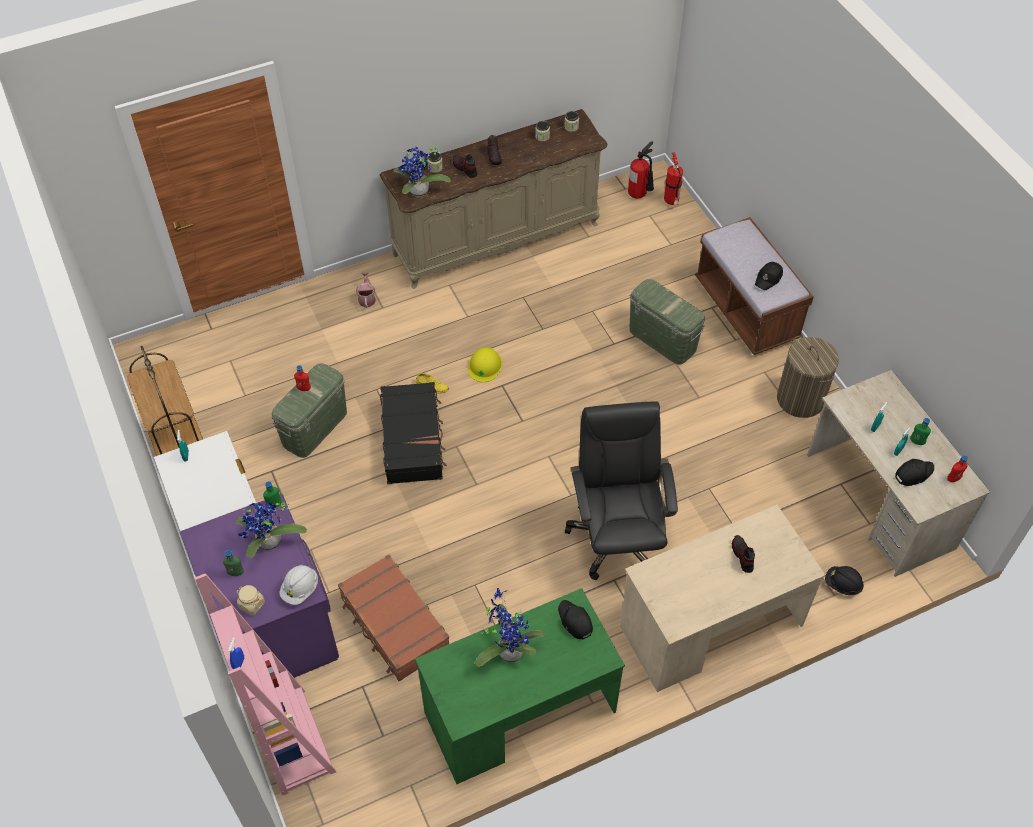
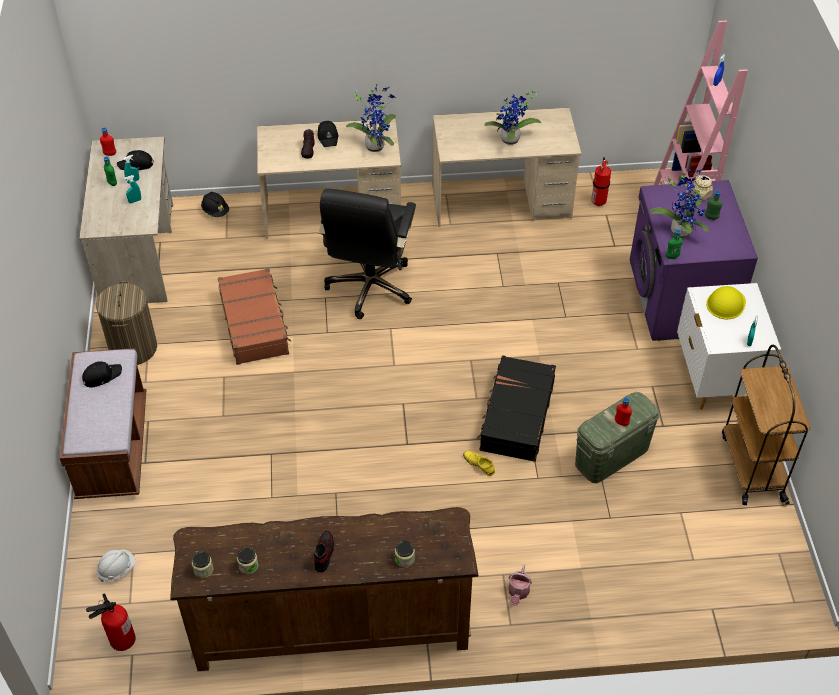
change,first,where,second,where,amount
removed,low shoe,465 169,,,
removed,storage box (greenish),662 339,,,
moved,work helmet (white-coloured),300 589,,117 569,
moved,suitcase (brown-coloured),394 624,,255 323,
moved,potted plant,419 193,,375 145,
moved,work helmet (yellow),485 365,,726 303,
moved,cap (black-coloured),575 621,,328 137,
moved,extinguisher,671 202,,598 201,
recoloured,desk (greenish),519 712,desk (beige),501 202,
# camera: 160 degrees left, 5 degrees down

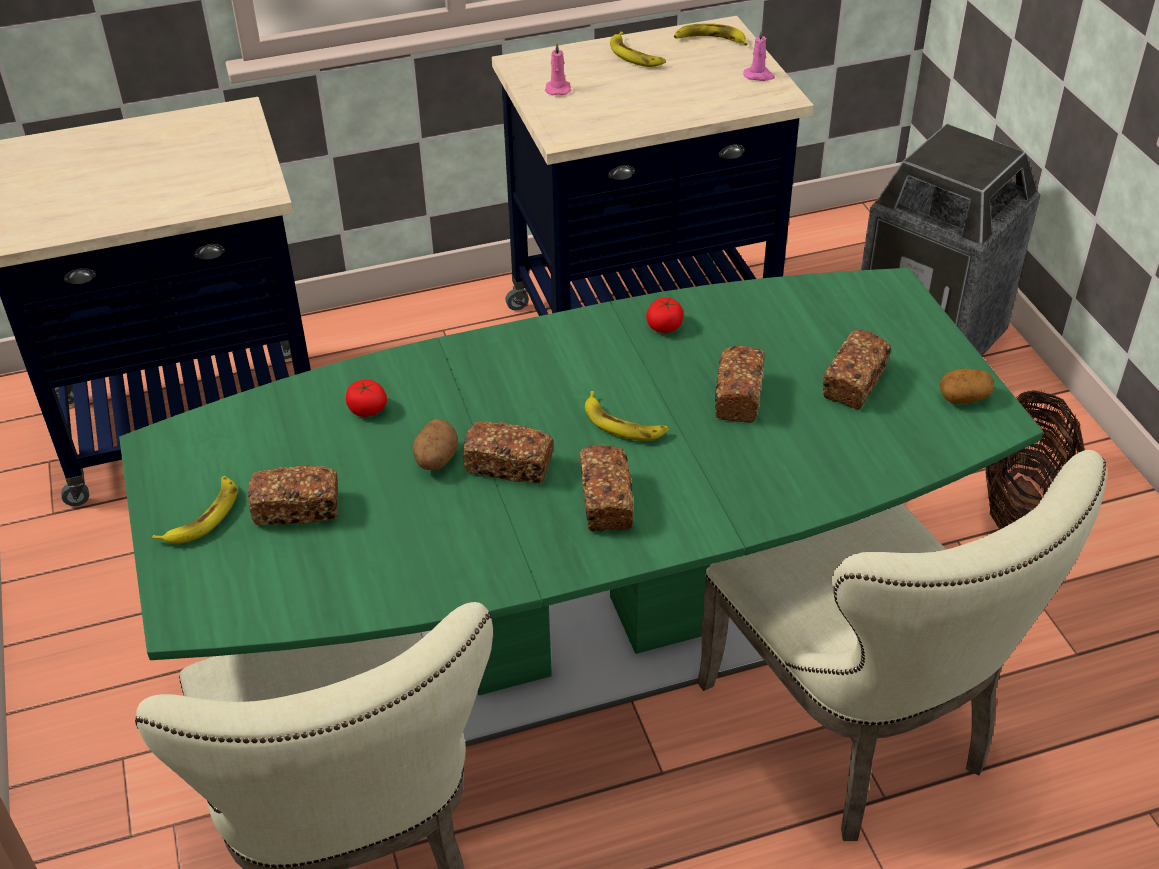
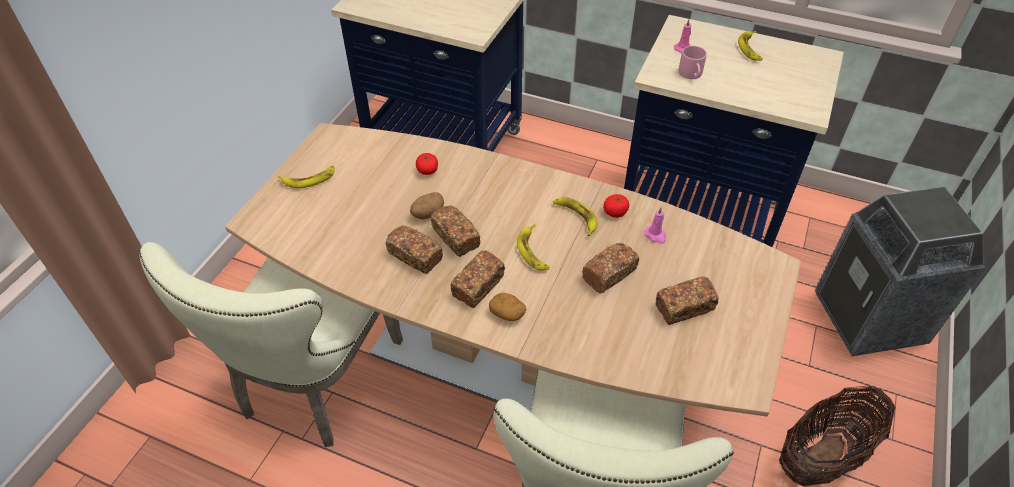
change,first,where,second,where,amount
added,,,coffee mug (pink),692 74,
moved,bakery bread,297 509,,415 256,
moved,banana,710 40,,576 217,
moved,candle (pink),759 76,,655 235,
moved,spud,964 396,,507 313,
recoloured,dining table (greenish),581 639,dining table (brown-coloured),506 355,
# camera: 40 degrees right, 5 degrees up

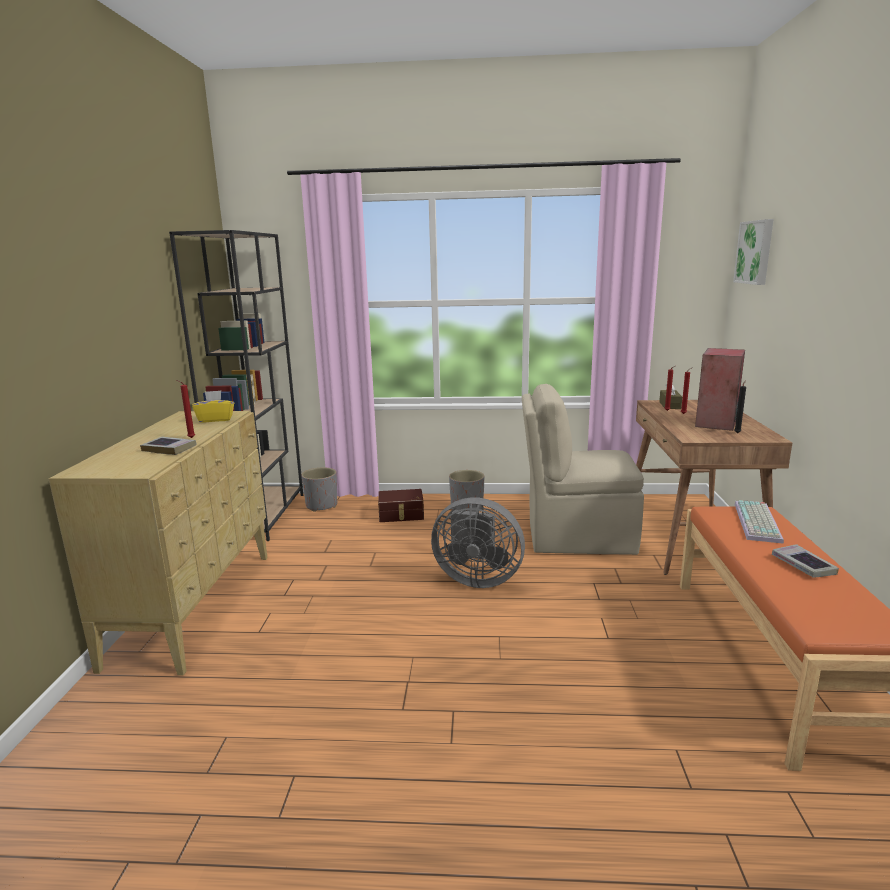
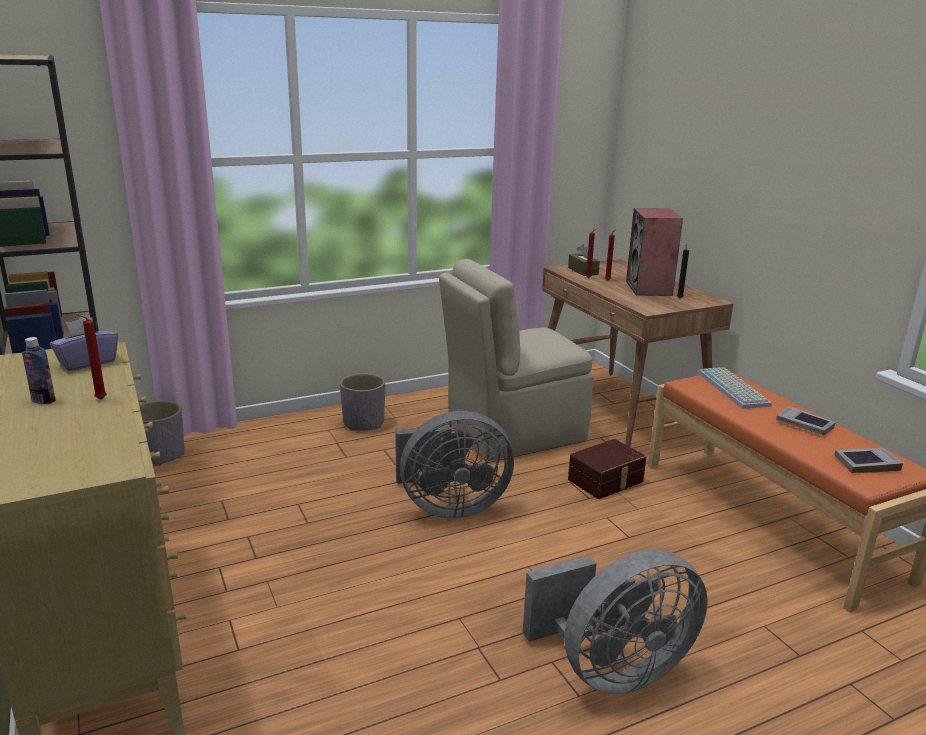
change,first,where,second,where,amount
removed,wall art,755 252,,,
added,,,bottle,43 400,
added,,,electric fan (greyish),612 671,
moved,bound book,169 449,,866 464,
moved,storage box (brown-coloured),401 515,,607 481,
recoloured,box of tissues (yellow),216 419,box of tissues (purple),87 362,
# camera: 30 degrees left, 5 degrees up

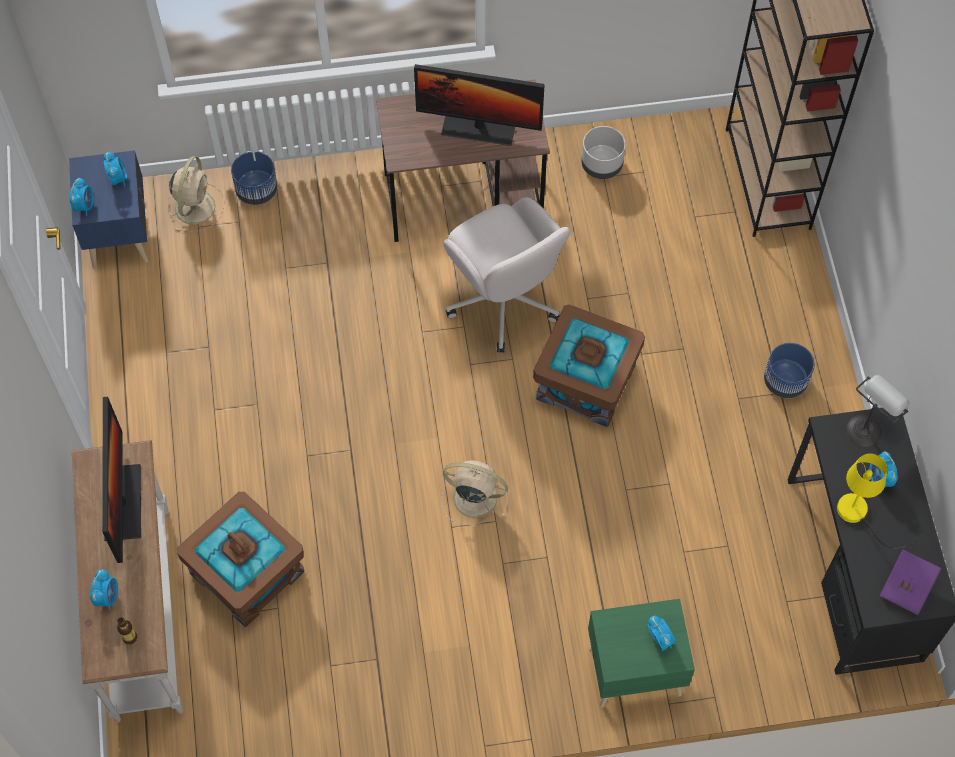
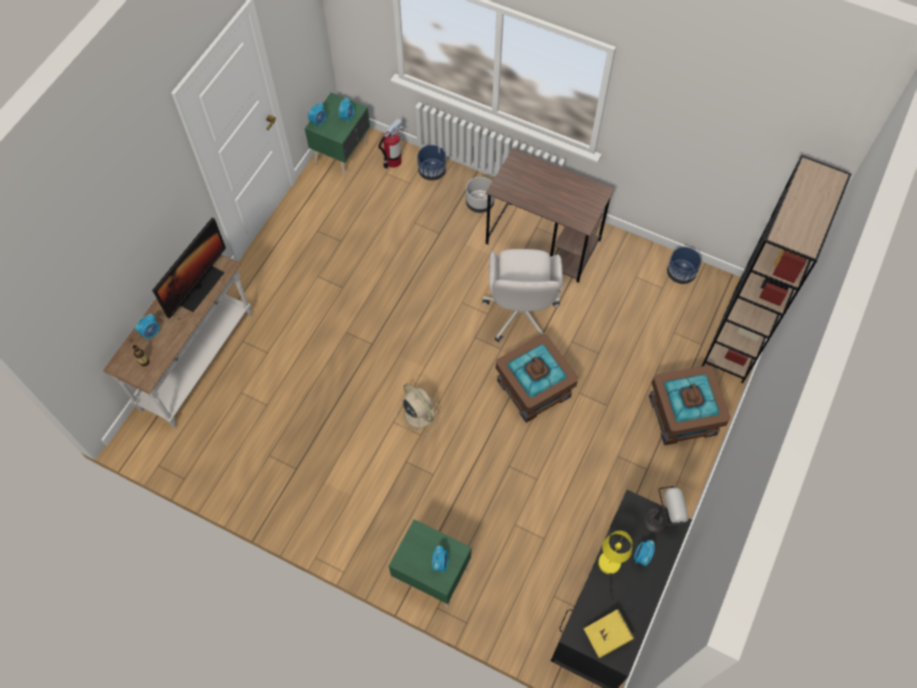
change,first,where,second,where,amount
removed,computer display,479 127,,,
moved,storage box (brown-coloured),248 572,,683 415,
moved,plant pot (greyish),602 165,,480 203,
moved,plant pot (blue),785 381,,681 273,
replaced,electric fan (beige),195 205,extinguisher,393 161,
recoloured,bedside table (blue),120 233,bedside table (greenish),343 153,
recoloured,bound book (purple),907 587,bound book (yellow),607 635,
# camera: 35 degrees right, 0 degrees up

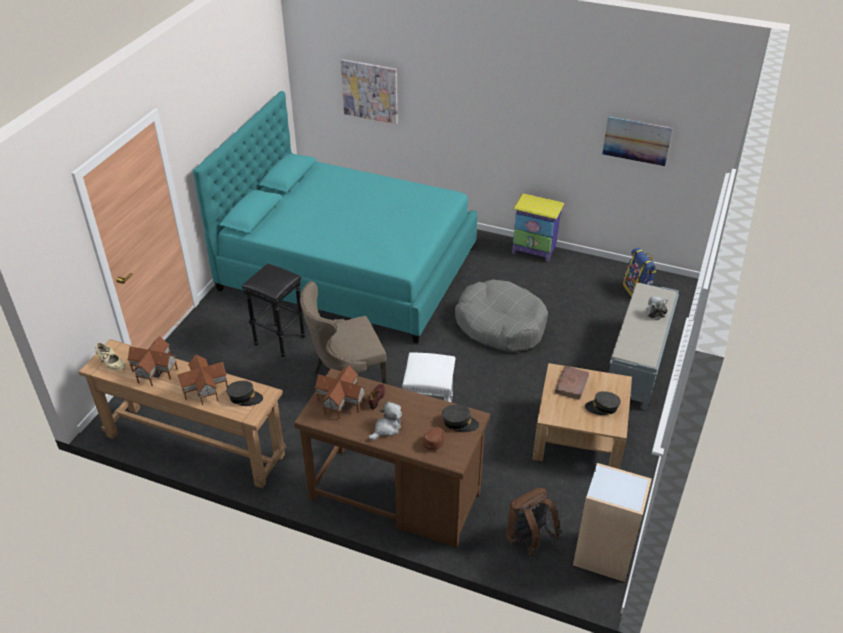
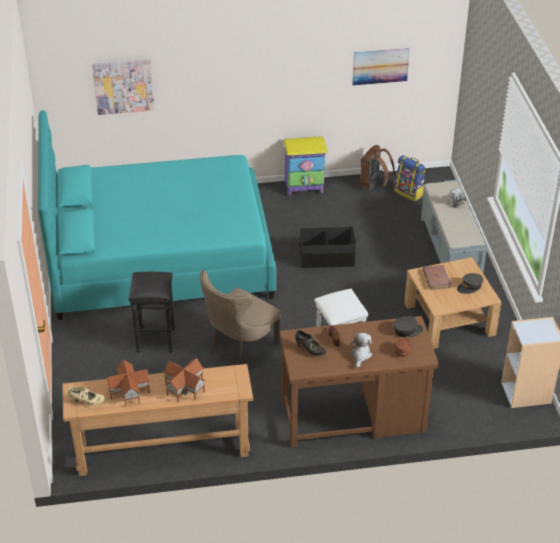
change,first,where,second,where,amount
removed,cap (greyish),245 397,,,
moved,rucksack (brown-coloured),528 540,,374 186,
replaced,toy house,341 400,low shoe (black-coloured),310 350,
replaced,pet bed (greyish),500 325,storage box (black-coloured),327 258,
# camera: 30 degrees left, 0 degrees up

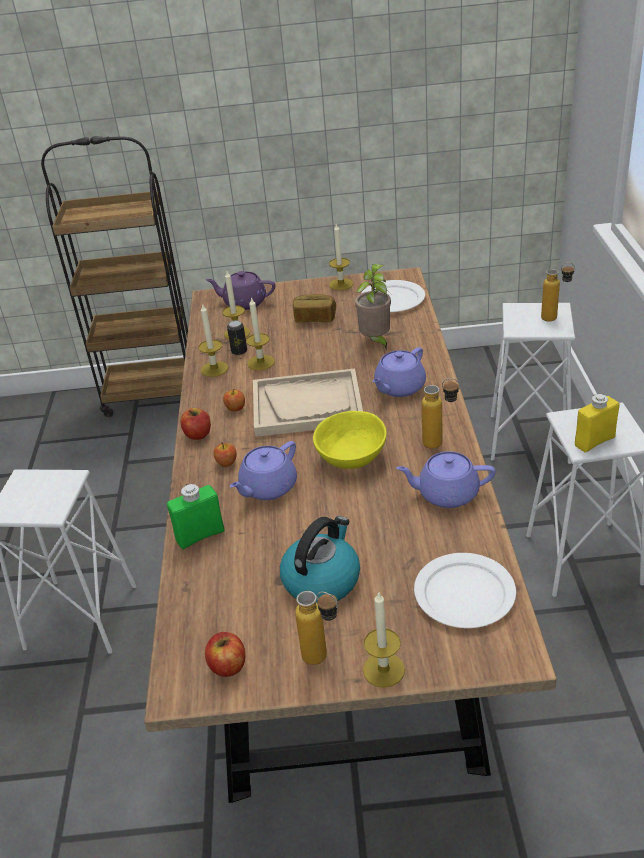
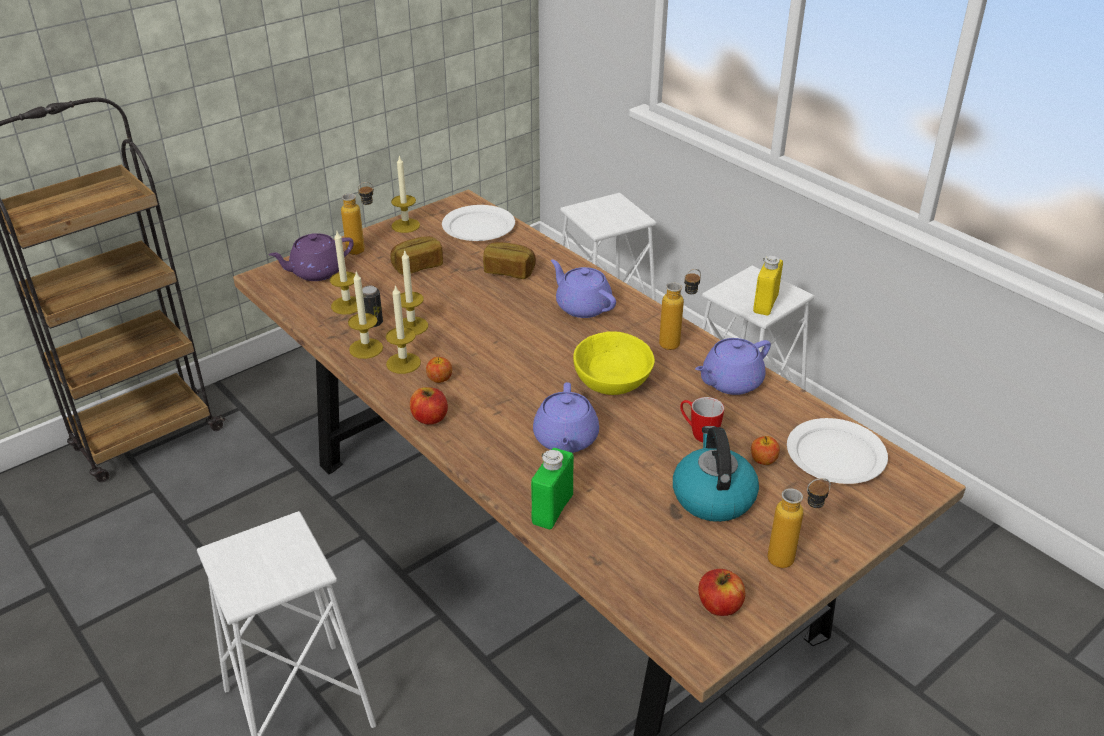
change,first,where,second,where,amount
removed,tray (beige),307 405,,,
added,,,coffee mug,698 433,
moved,apple fruit,226 463,,763 460,
moved,candle,383 670,,403 363,
moved,bottle,555 319,,363 250,
replaced,potted plant,375 341,bakery bread,509 271,
turned,pot for tea (purple),399 388,,582 306,135 degrees clockwise
# camera: 40 degrees left, 0 degrees up

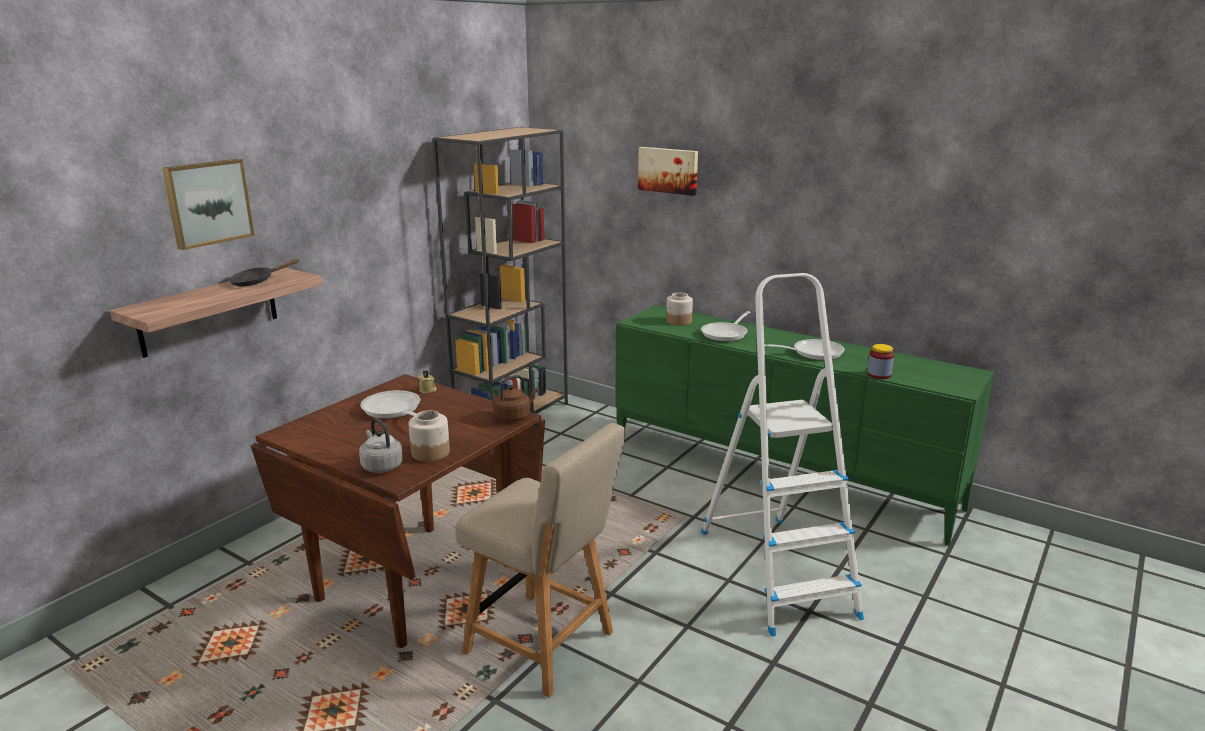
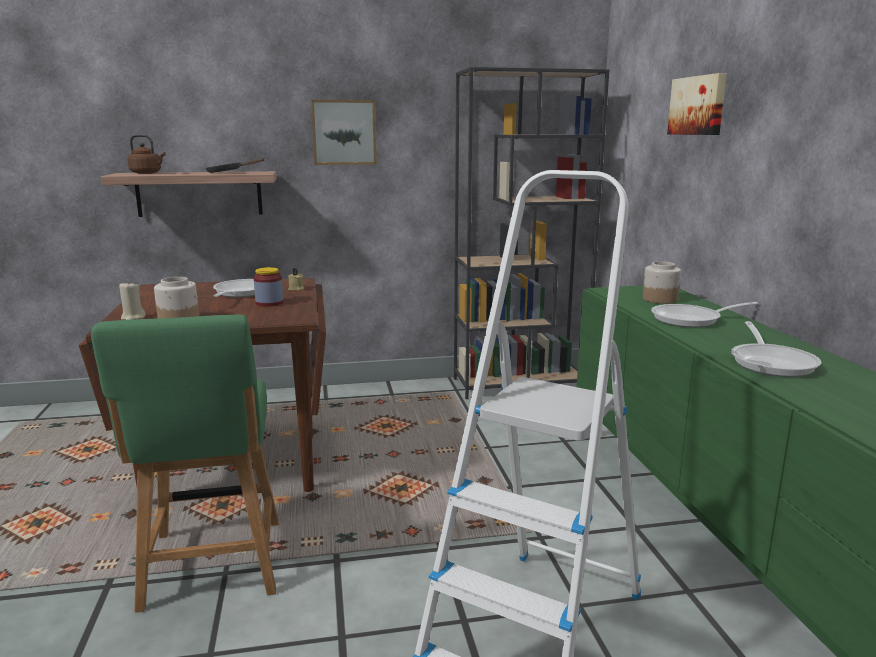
change,first,where,second,where,amount
moved,wall art,207 202,,344 132,
moved,tea kettle (brown-coloured),514 417,,147 173,
moved,jar,879 375,,269 303,
replaced,tea kettle (greyish),381 466,candle (beige),133 317,
recoloured,plain chair (beige),545 645,plain chair (greenish),213 568,
turned,pan,813 353,,771 362,60 degrees clockwise
# camera: 45 degrees right, 5 degrees down

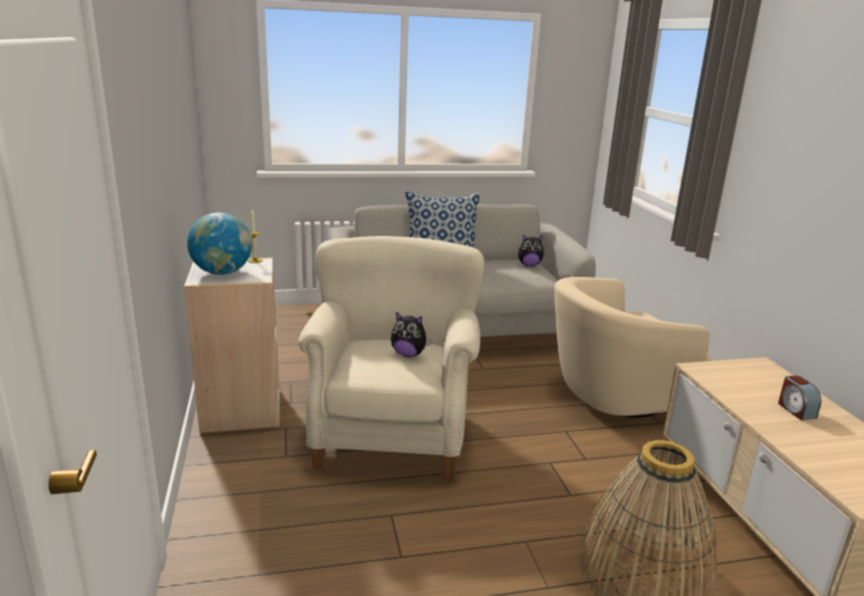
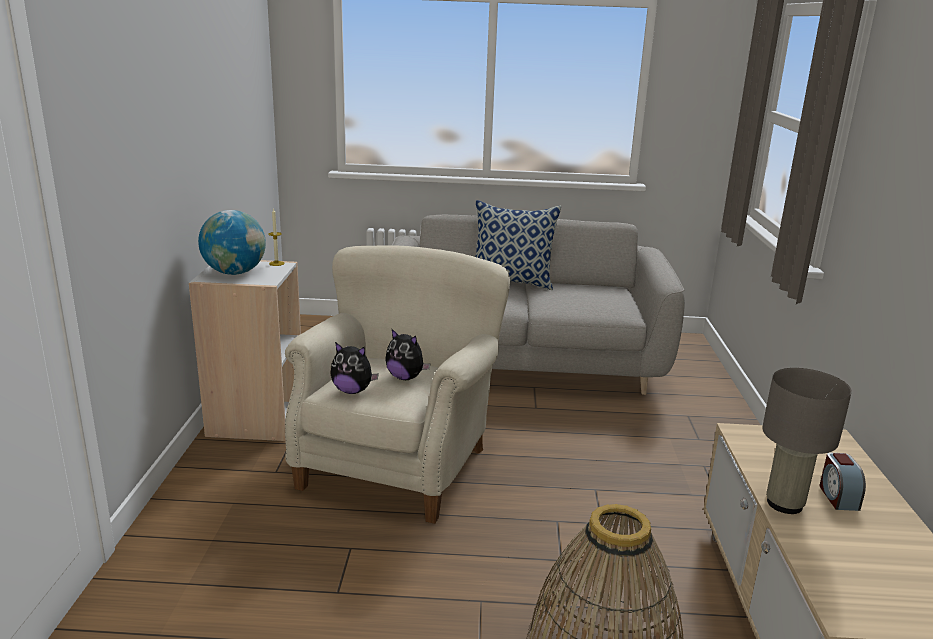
change,first,where,second,where,amount
removed,easy chair (beige),614 396,,,
added,,,lamp for a table (greyish),783 504,
moved,soft toy,529 265,,352 391,
# camera: 15 degrees right, 0 degrees up

